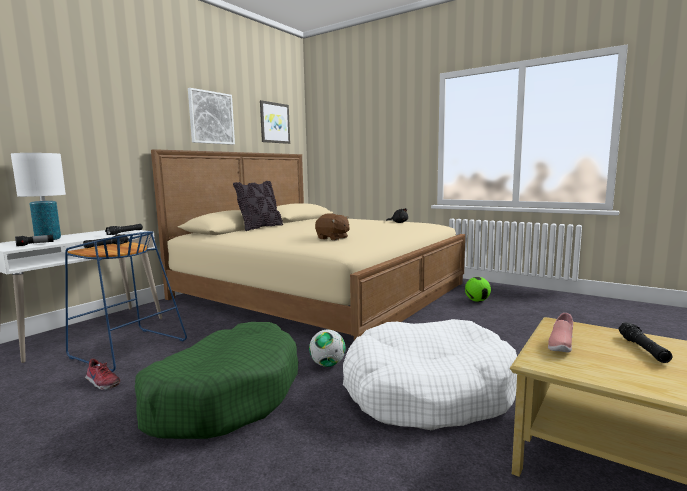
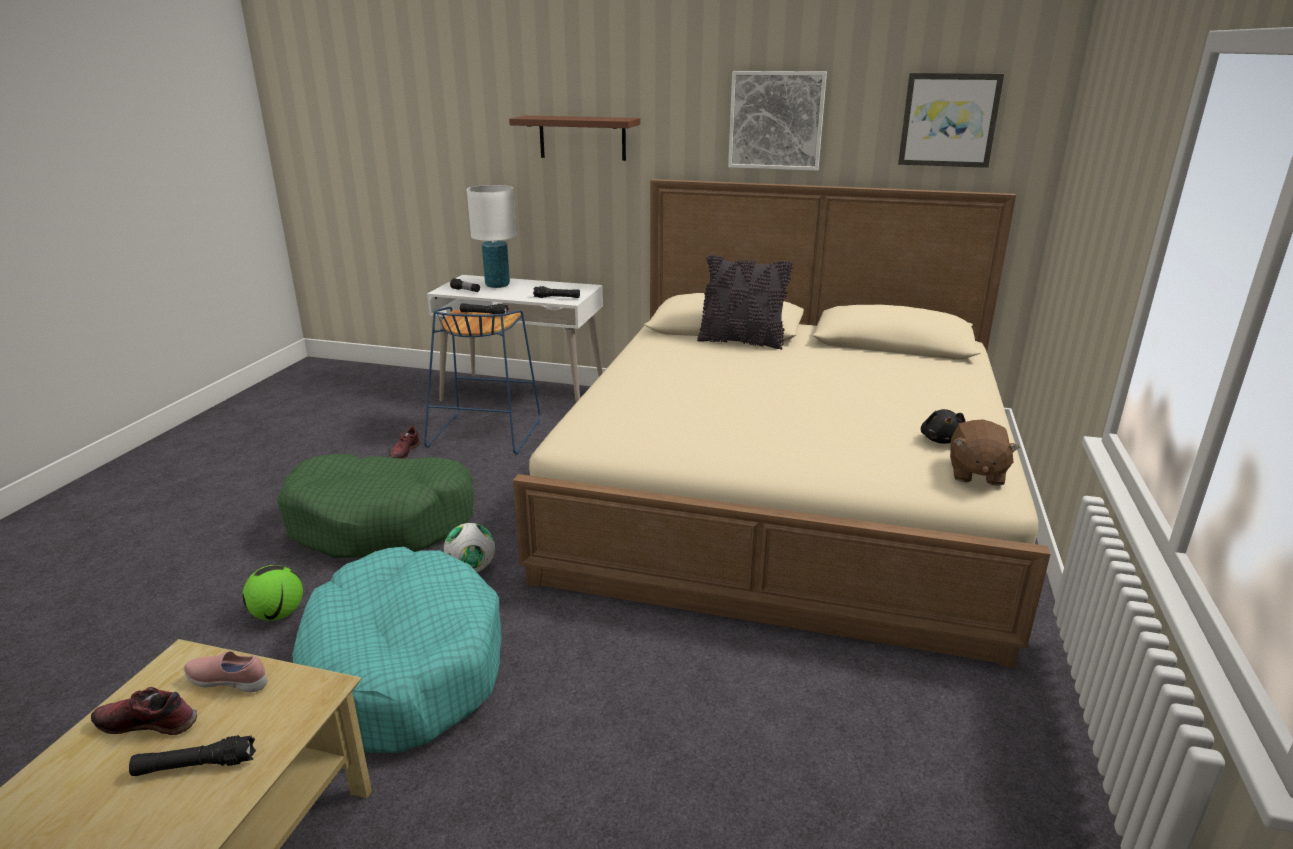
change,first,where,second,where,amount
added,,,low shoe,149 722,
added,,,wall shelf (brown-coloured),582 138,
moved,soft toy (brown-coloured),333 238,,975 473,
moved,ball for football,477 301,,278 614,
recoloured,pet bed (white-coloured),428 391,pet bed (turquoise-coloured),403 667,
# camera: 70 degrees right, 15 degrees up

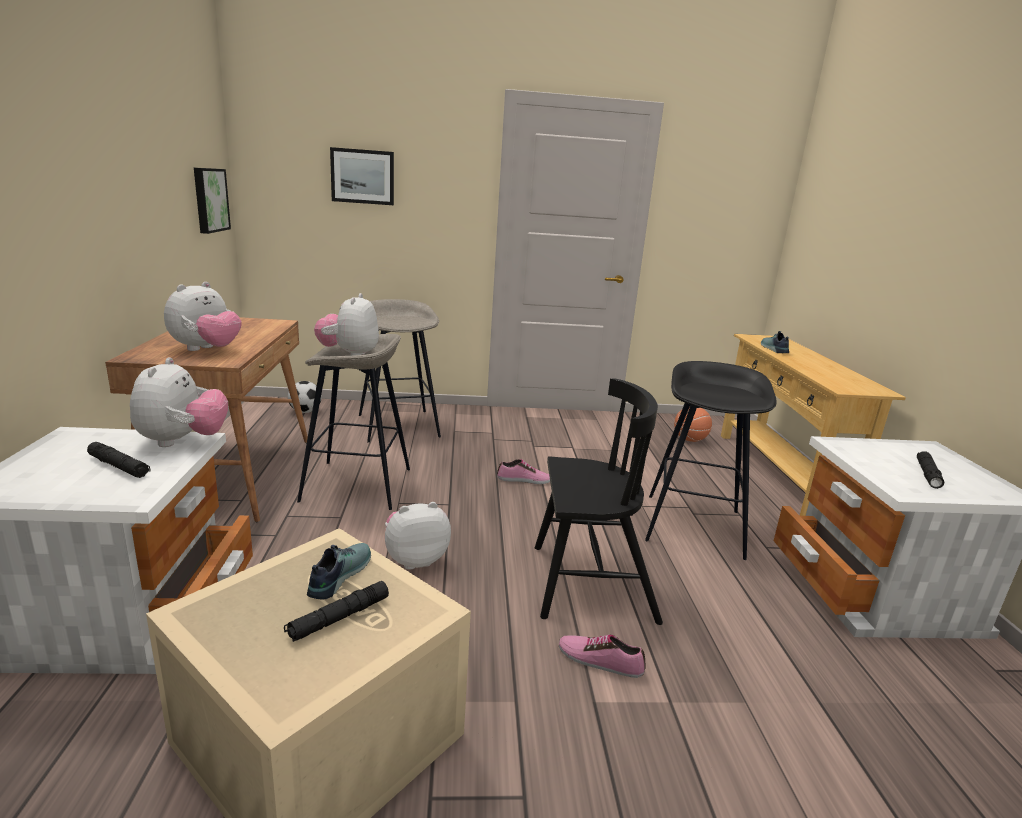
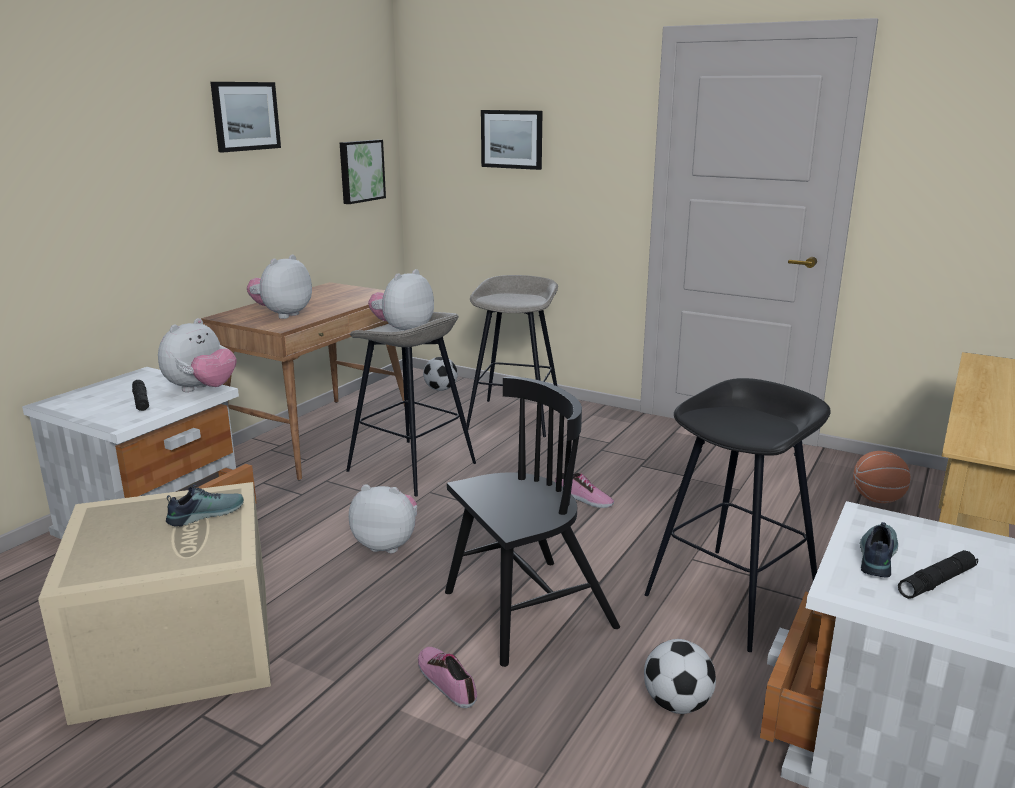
change,first,where,second,where,amount
removed,torch (black-coloured),339 618,,,
added,,,wall art,245 116,
added,,,ball for football,676 704,
moved,low shoe,773 349,,875 556,
turned,soft toy,206 350,,282 315,150 degrees clockwise
turned,plain chair (black-coloured),584 582,,520 611,60 degrees counterclockwise
# camera: 35 degrees right, 0 degrees up

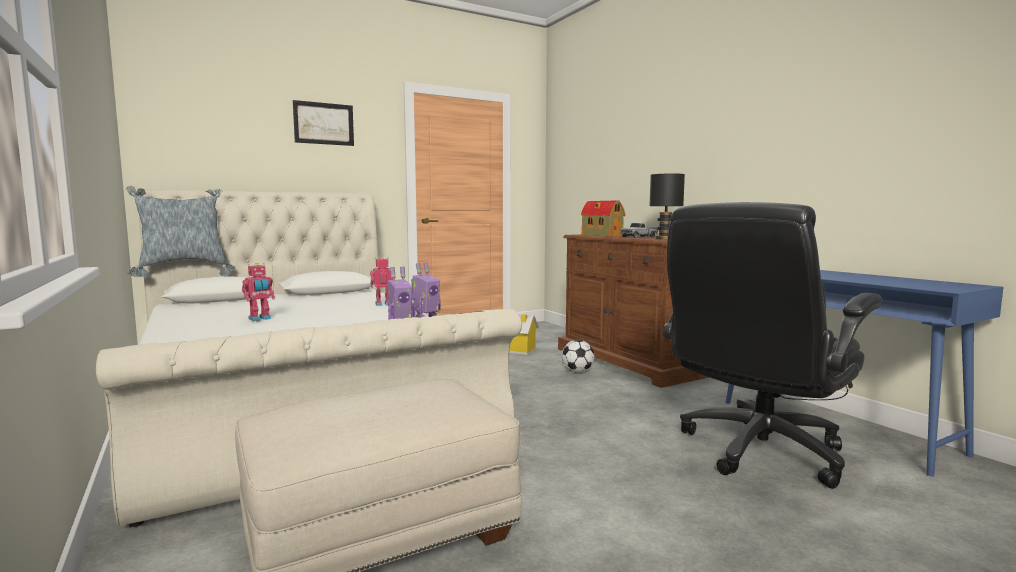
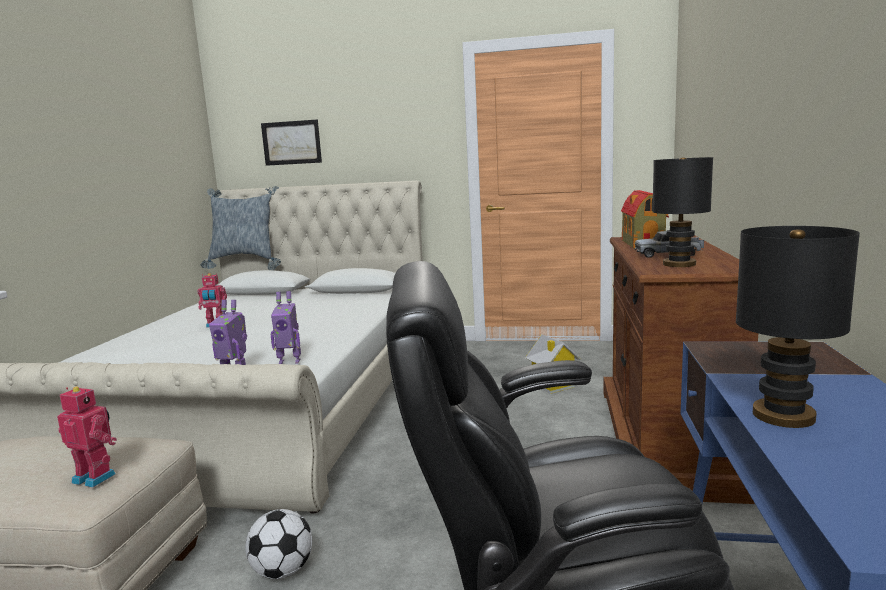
change,first,where,second,where,amount
added,,,lamp for a table (black-coloured),782 416,
moved,wall art,324 123,,291 142,
moved,model robot,383 304,,96 477,
moved,ball for football,577 371,,282 571,
# camera: 40 degrees right, 5 degrees up

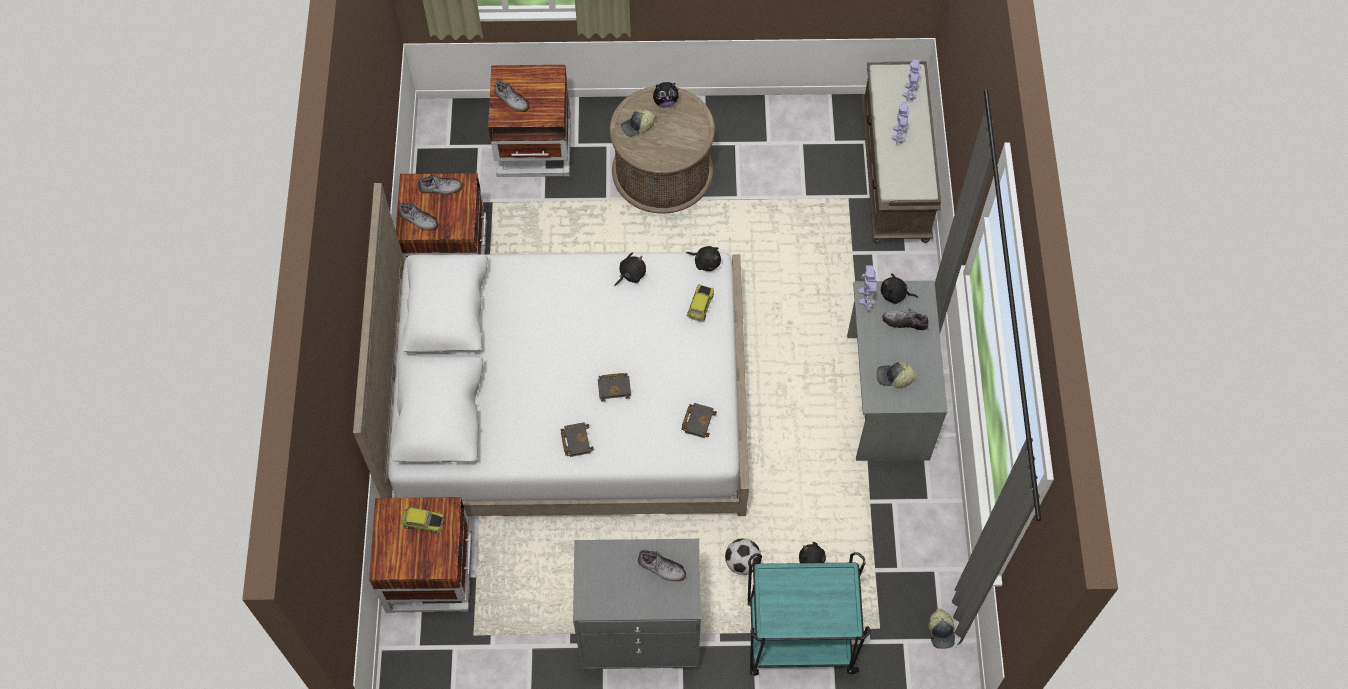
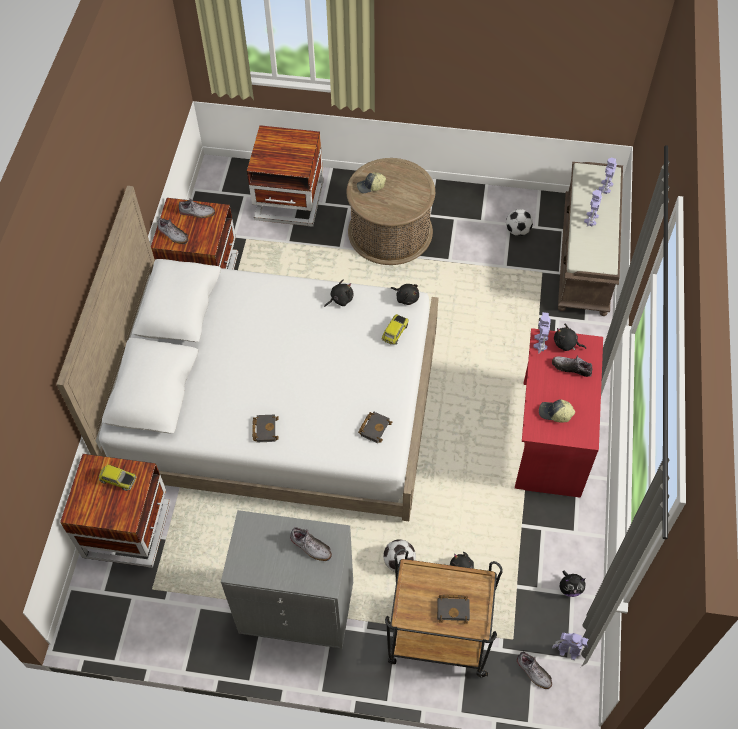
change,first,where,second,where,amount
added,,,ball for football,517 231,
moved,low shoe,511 100,,533 672,
moved,bound book (black-coloured),615 387,,454 609,
moved,soft toy,665 101,,570 588,
replaced,cap,941 631,model robot,569 651,
recoloured,trolley (turquoise-coloured),798 637,trolley (brown-coloured),438 636,
recoloured,desk (greyish),885 397,desk (reddish),549 438,
# camera: 10 degrees right, 5 degrees down

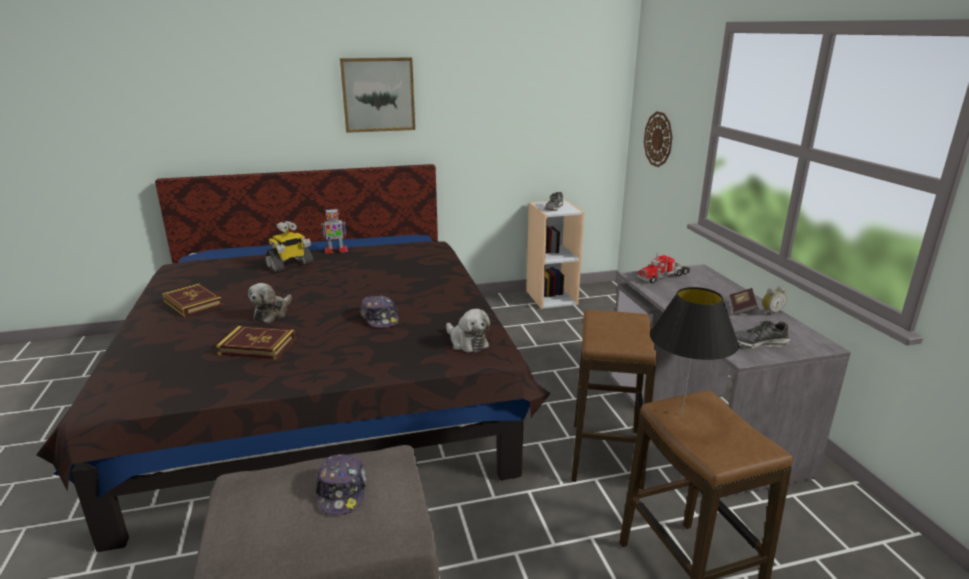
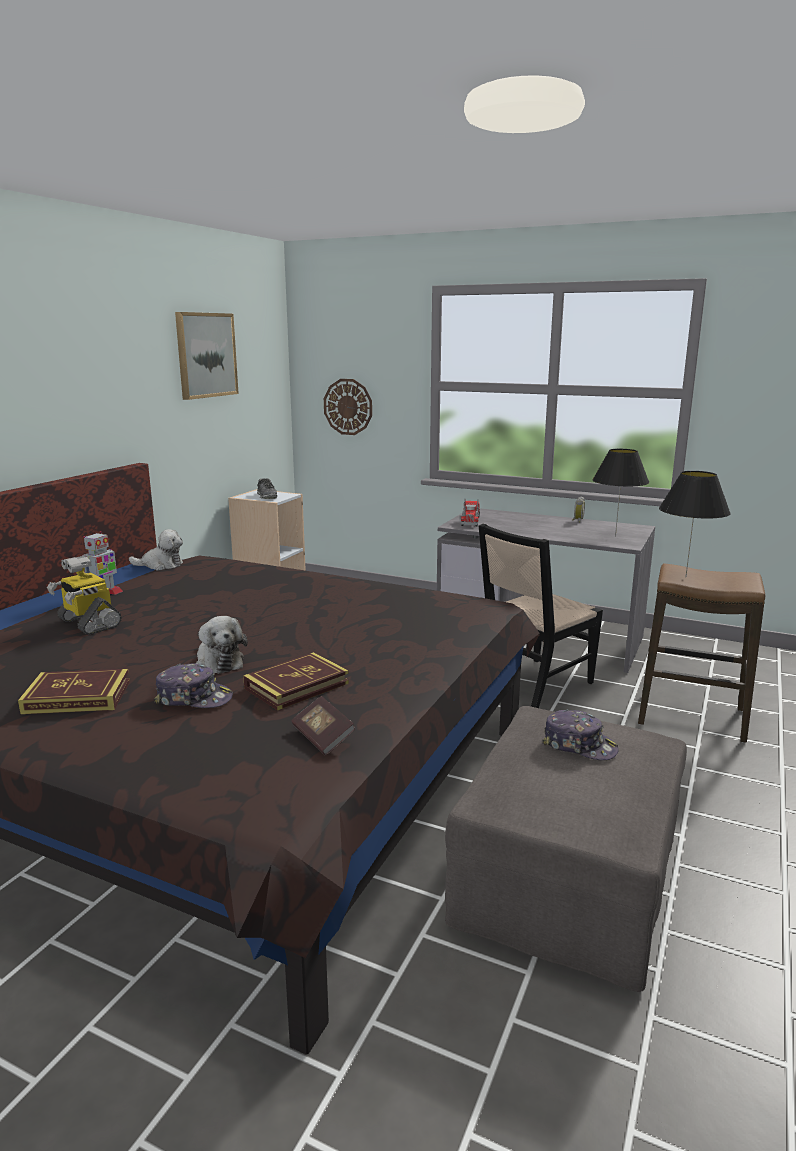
change,first,where,second,where,amount
moved,wall art,378 94,,206 355,
moved,cap,380 318,,194 698,
moved,soft toy,467 342,,161 565,
moved,bound book,741 309,,323 737,
replaced,sitting stool,606 455,plain chair,534 685,
replaced,low shoe,759 343,lamp for a table (black-coloured),615 536,
turned,model robot,290 265,,88 623,135 degrees clockwise
# camera: 50 degrees left, 5 degrees down

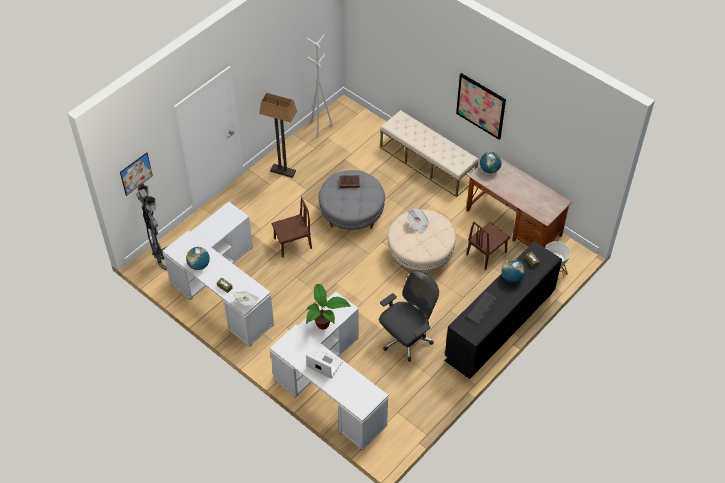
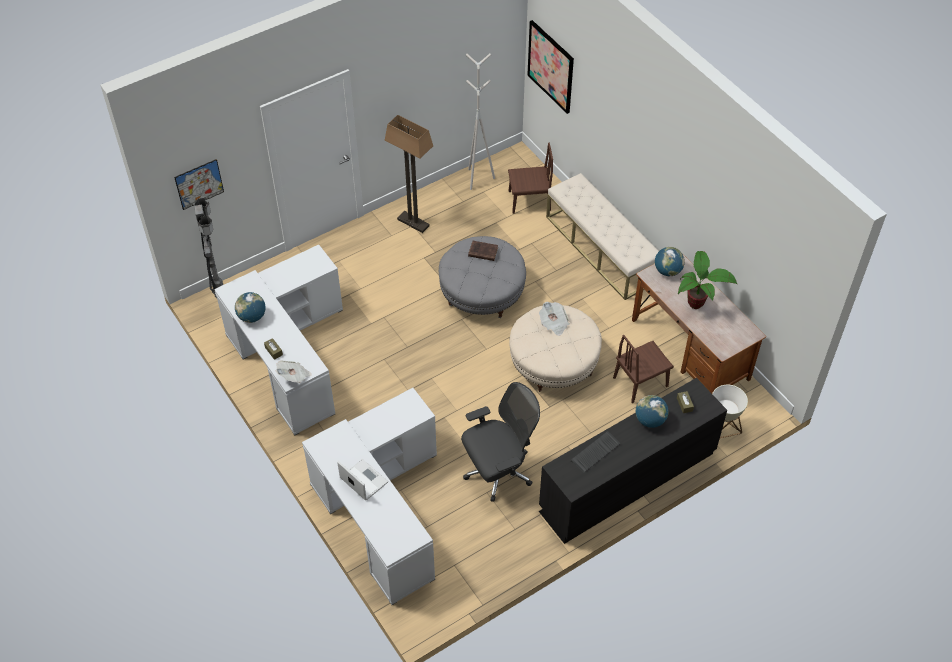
change,first,where,second,where,amount
moved,plain chair (brown-coloured),292 243,,529 201,
moved,potted plant,325 324,,698 304,
moved,wall art,481 106,,551 66,
# camera: 15 degrees right, 0 degrees up

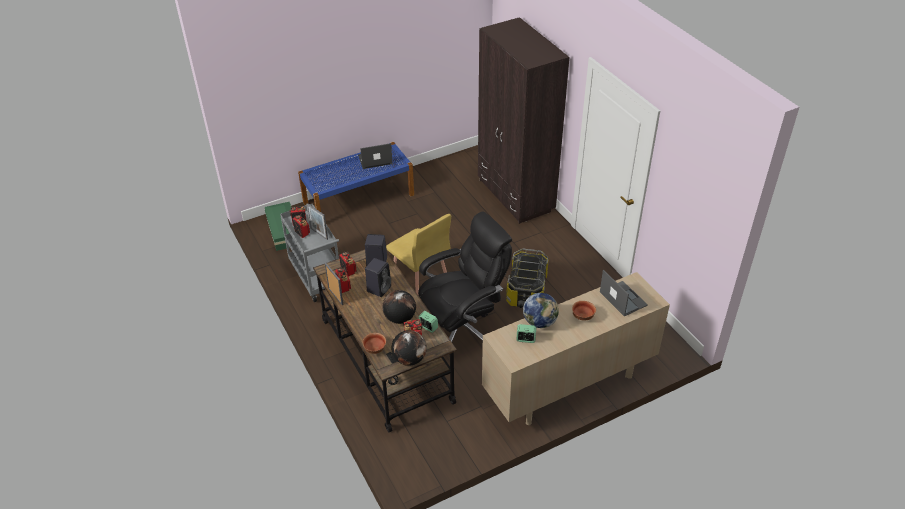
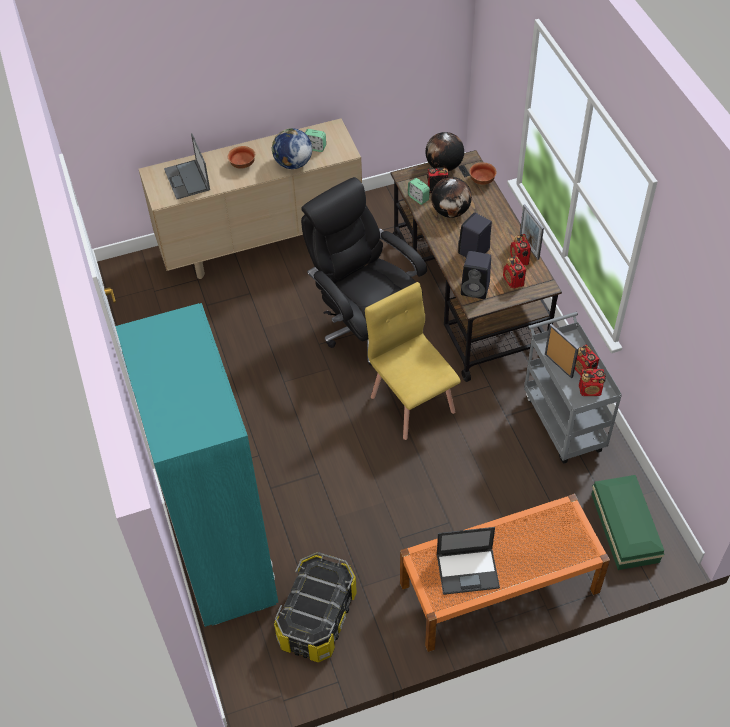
change,first,where,second,where,amount
moved,storage box,527 290,,317 617,
recoloured,indoor bench (blue),358 198,indoor bench (orange),499 589,
recoloured,armoire (brown-coloured),515 196,armoire (turquoise-coloured),224 556,
turned,office chair (black-coloured),463 327,,365 328,75 degrees clockwise
# camera: 170 degrees left, 10 degrees up

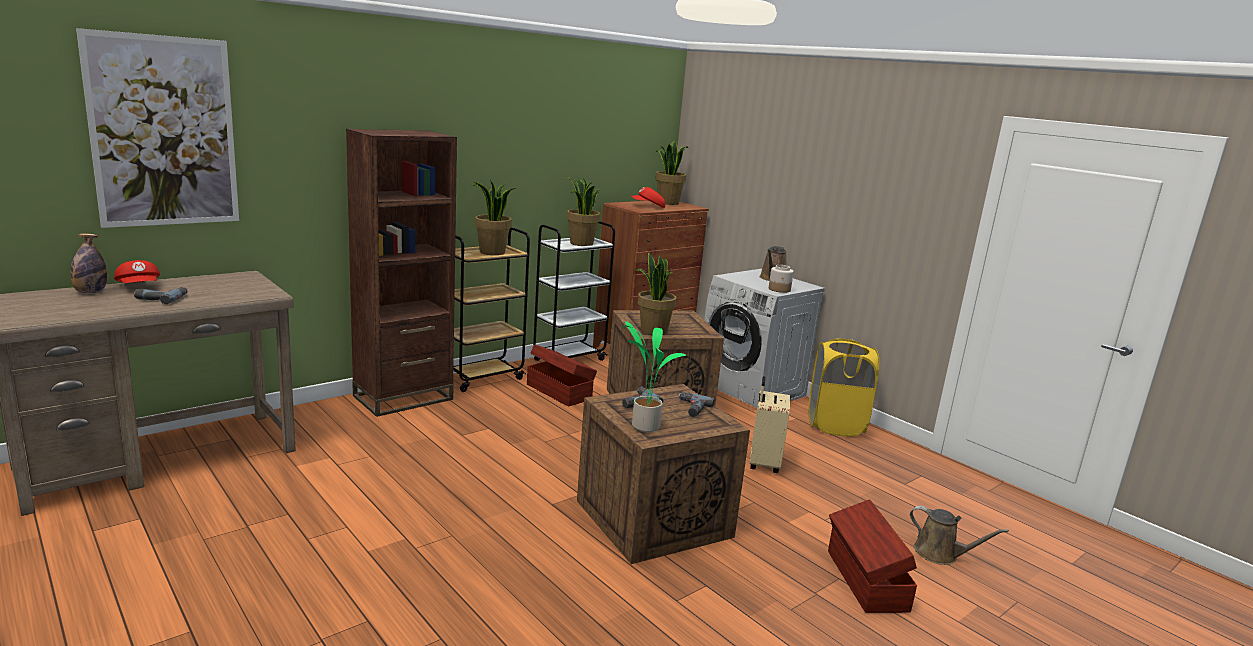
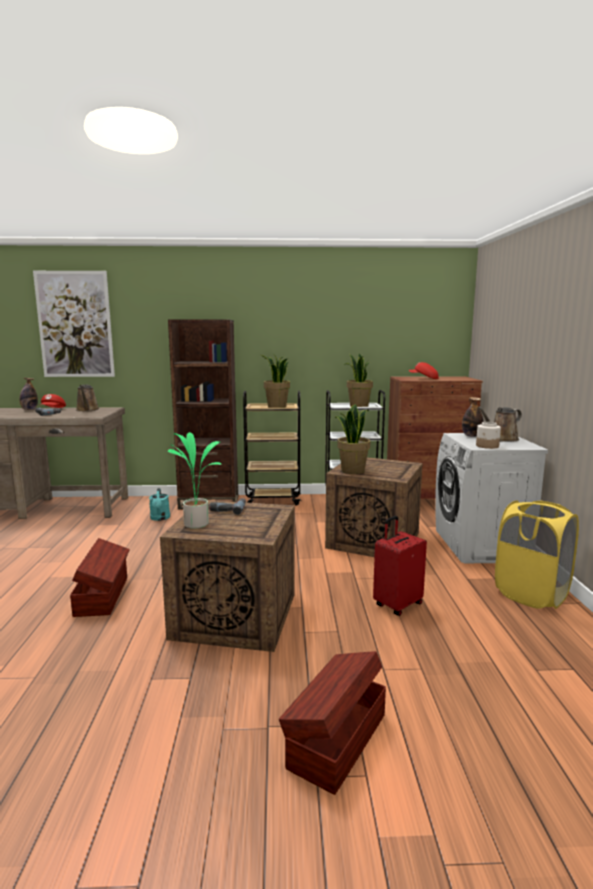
change,first,where,second,where,amount
removed,potted plant,668 202,,,
removed,power drill,691 408,,,
added,,,watering pot (turquoise-coloured),160 518,
added,,,bottle,471 436,
moved,storage box (brown-coloured),559 391,,103 595,
moved,watering pot (brown-coloured),940 554,,87 410,
recoloured,suitcase (beige),763 463,suitcase (reddish),397 604,
# camera: 40 degrees right, 5 degrees down

